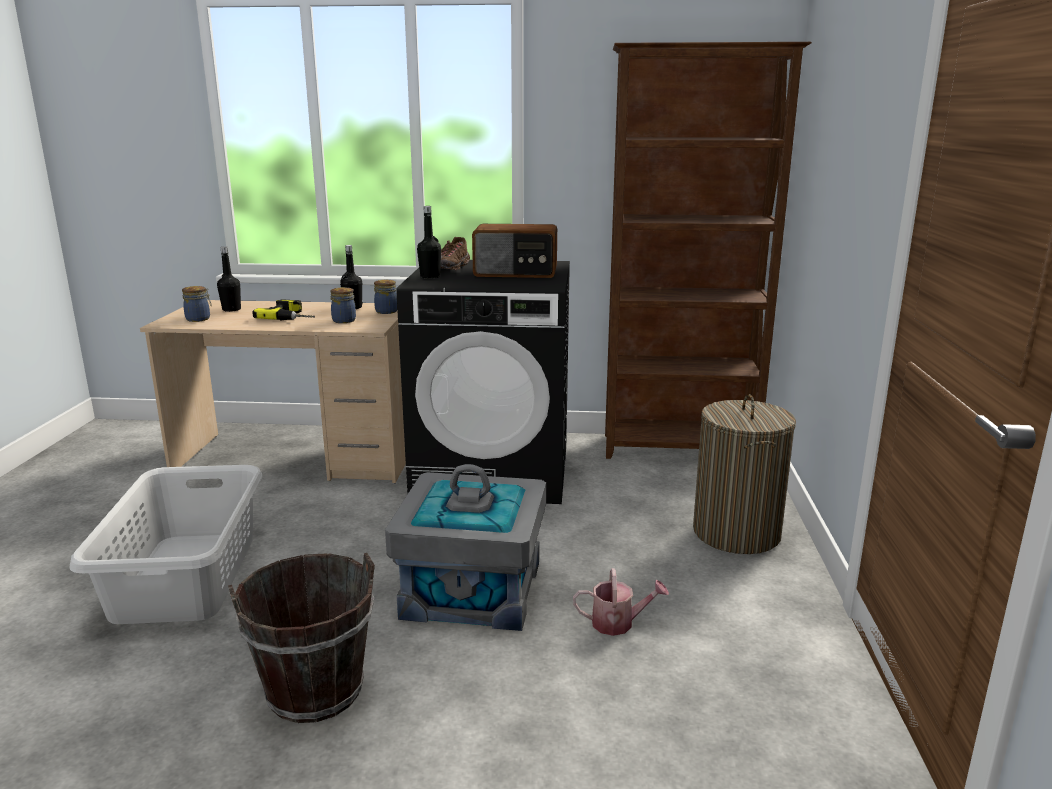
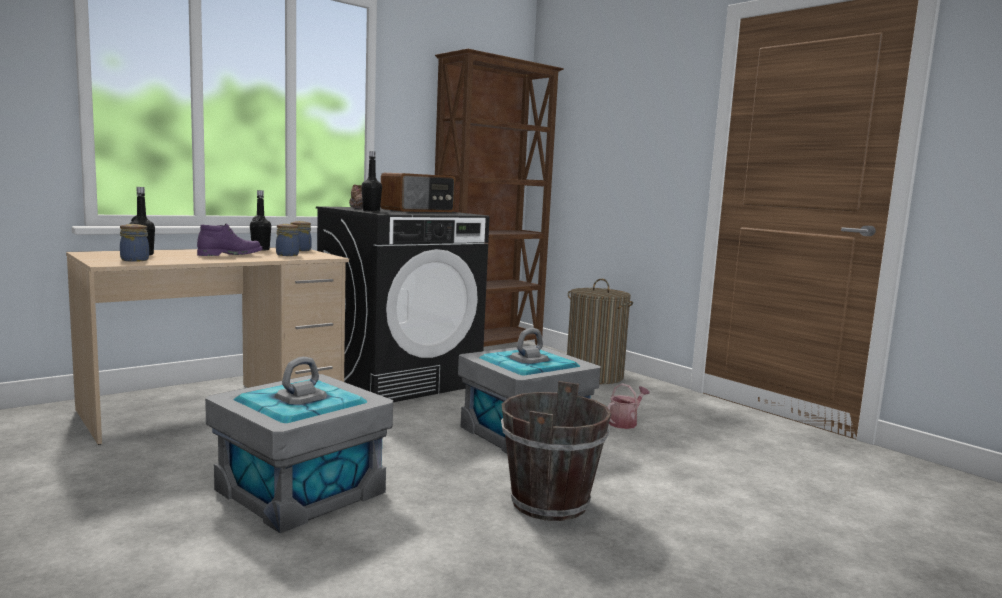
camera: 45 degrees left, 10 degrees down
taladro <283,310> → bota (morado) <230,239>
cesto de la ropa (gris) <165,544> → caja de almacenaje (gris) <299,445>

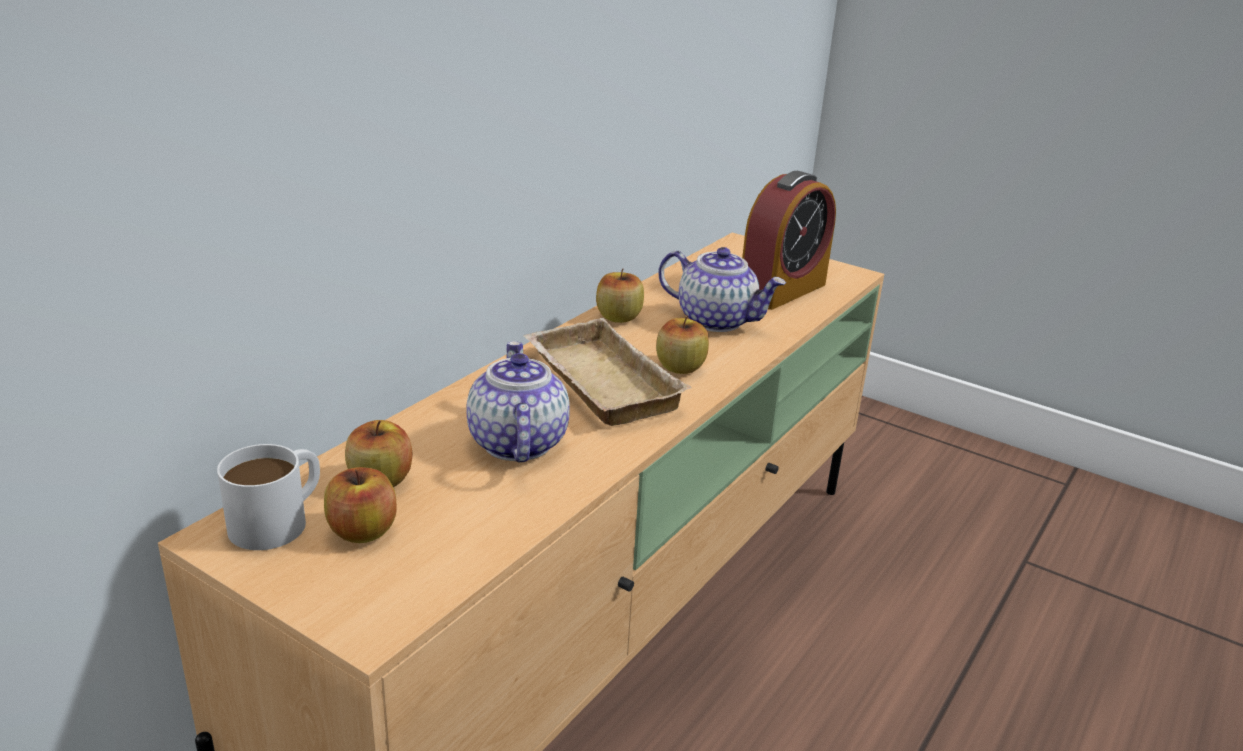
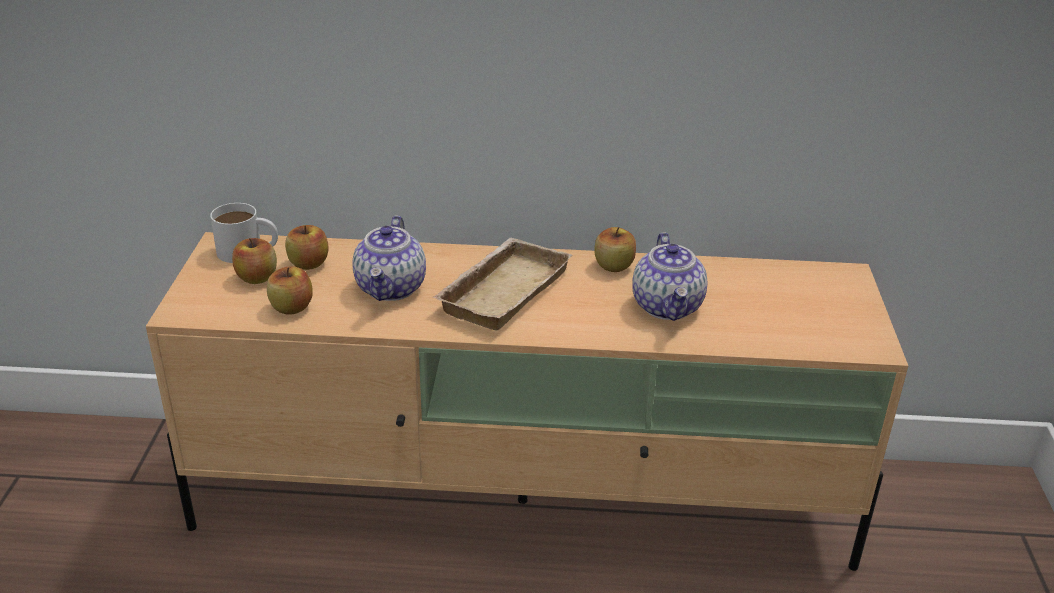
camera: 60 degrees right, 5 degrees up
manzana <682,345> → manzana <290,290>, moved
tetera <518,402> → tetera <389,258>, 135 degrees clockwise
despertador <789,240> → -

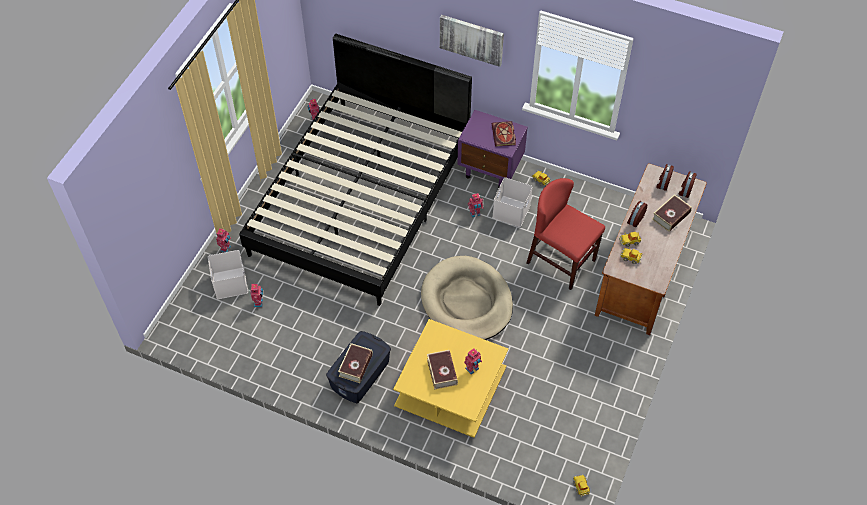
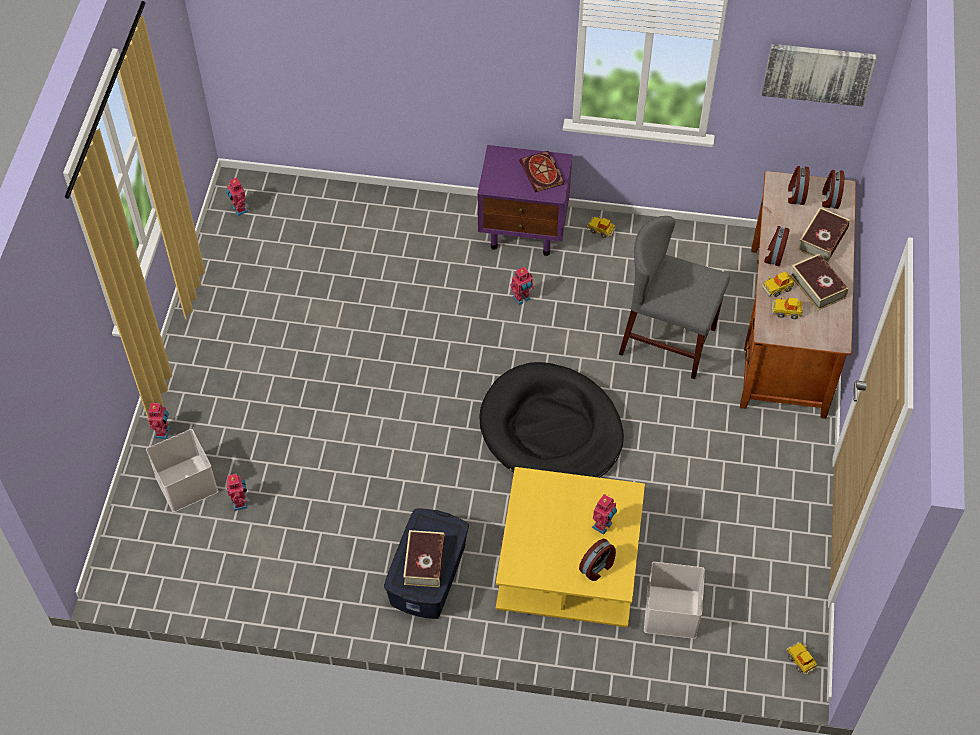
camera: 15 degrees left, 0 degrees up
cama para perro (beis) <467,298> → cama para perro (negro) <552,420>
- → despertador <597,560>
silla (rojo) <566,234> → silla (gris) <674,297>
caja de almacenaje (blanco) <512,202> → caja de almacenaje (blanco) <674,600>, moved
cuadro <472,41> → cuadro <819,75>, moved
libro <442,370> → libro <819,282>, moved
cama (negro) <355,170> → -

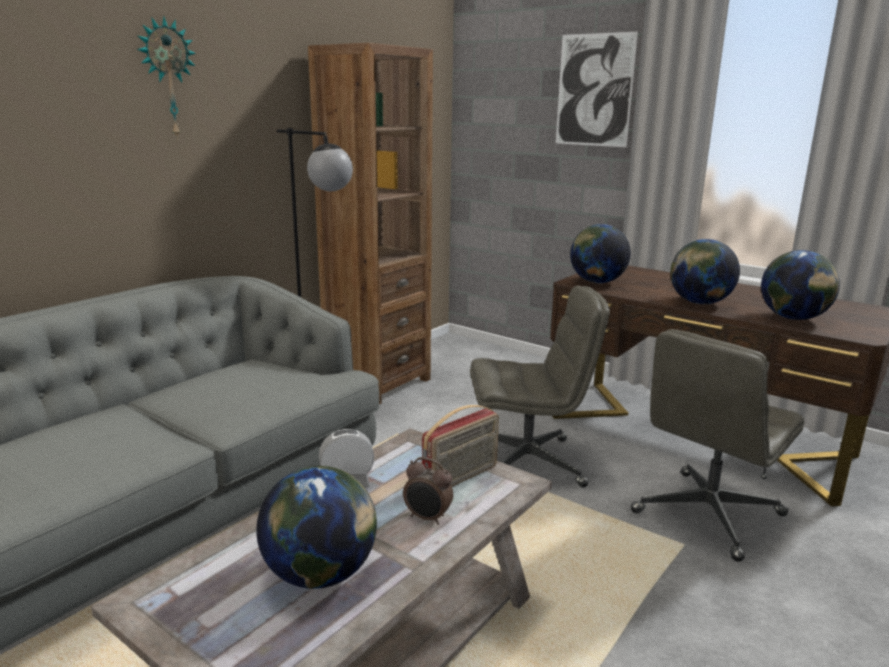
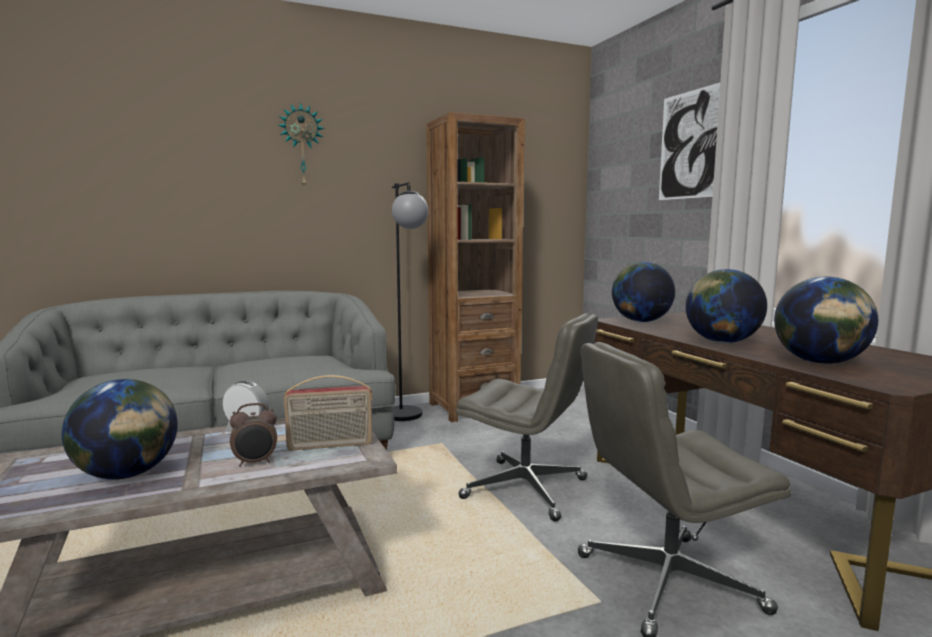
camera: 30 degrees right, 10 degrees down
despertador <428,491> → despertador <253,435>, 75 degrees counterclockwise

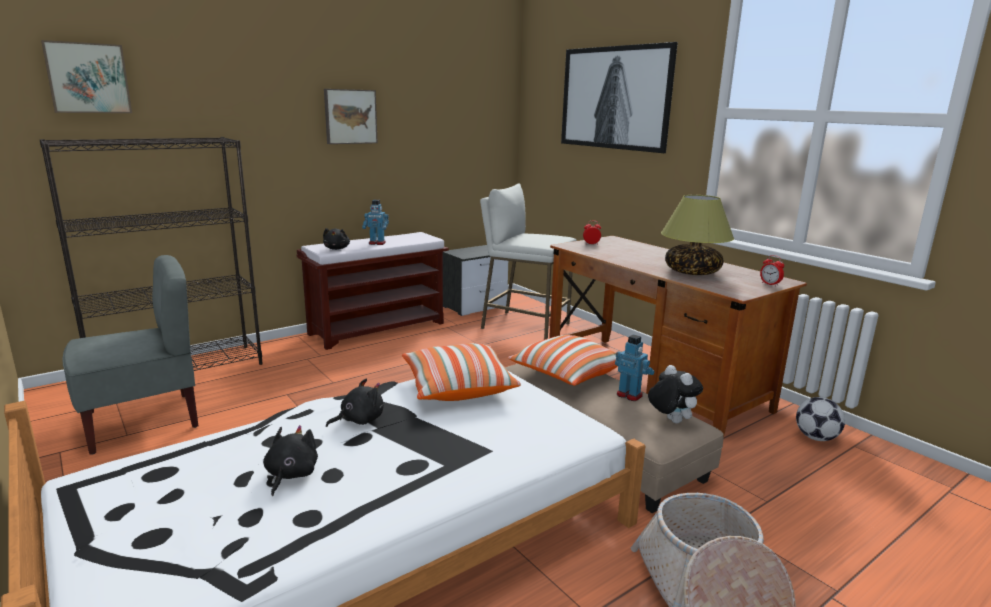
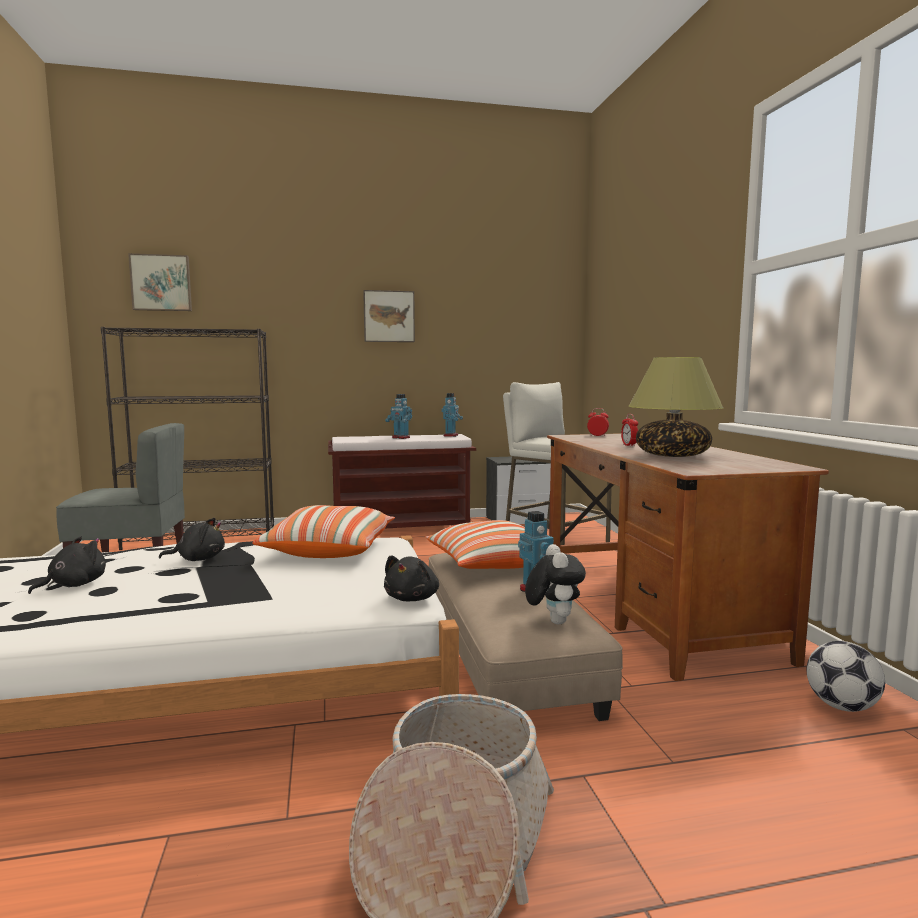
camera: 25 degrees right, 10 degrees down
peluche (negro) <336,239> → peluche (negro) <411,578>, moved
- → robot de juguete <452,415>
despertador <772,271> → despertador <629,430>, moved
cuadro <619,97> → -

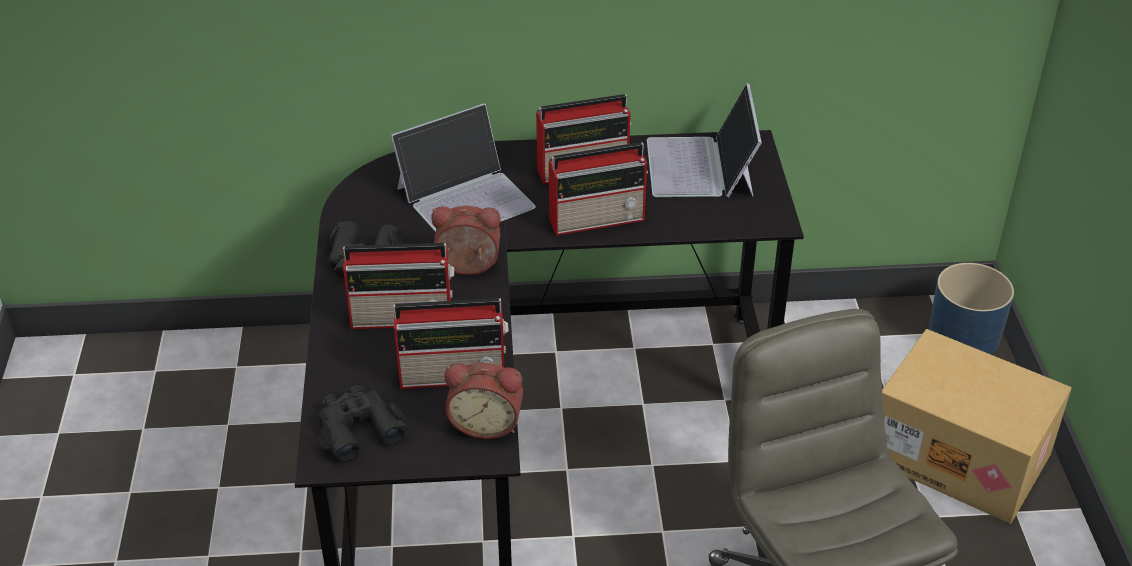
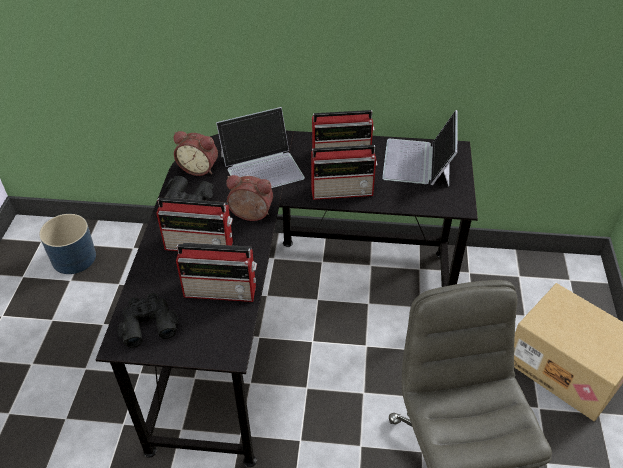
camera: 10 degrees right, 5 degrees up
maceta (azul) <971,309> → maceta (azul) <67,244>, moved
despertador <483,401> → despertador <196,153>, moved

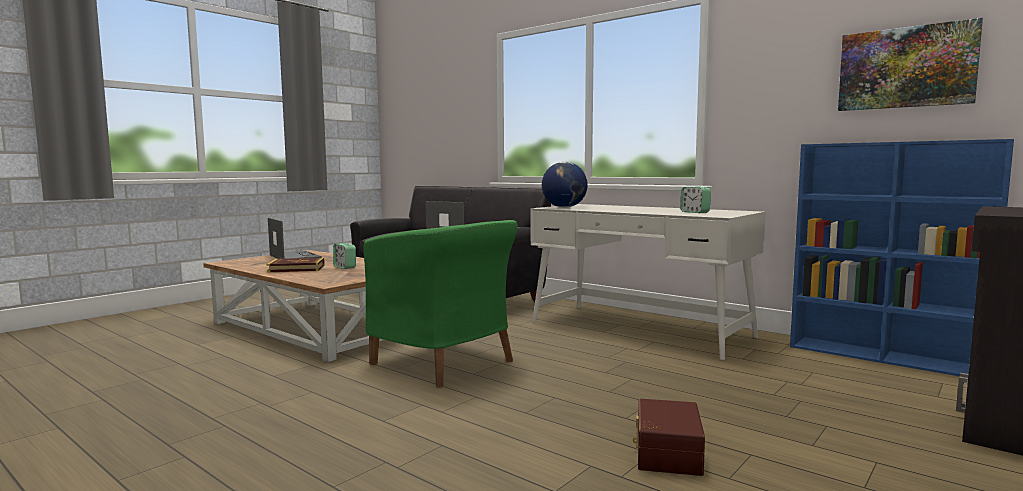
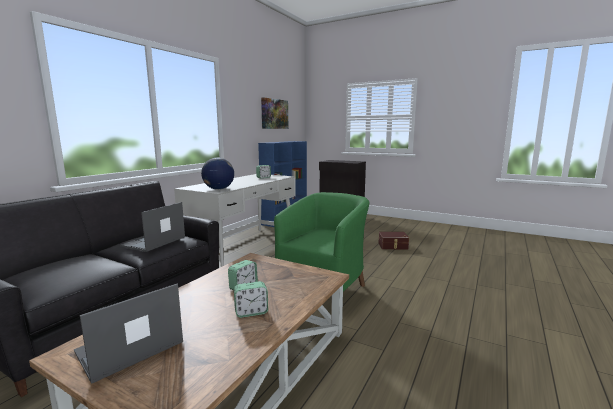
camera: 100 degrees left, 5 degrees up
libro <296,265> → despertador <251,299>

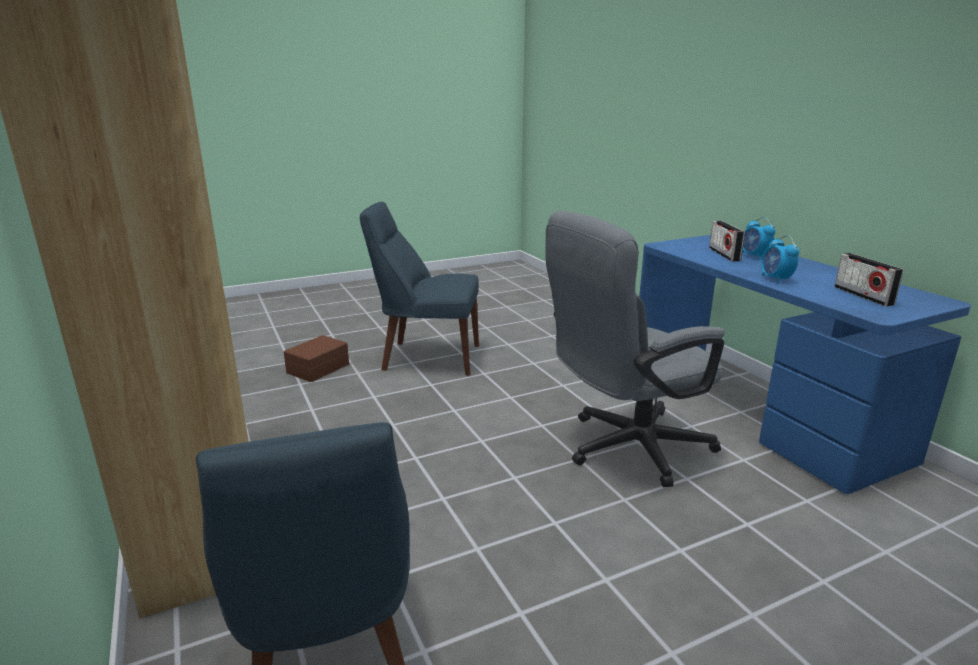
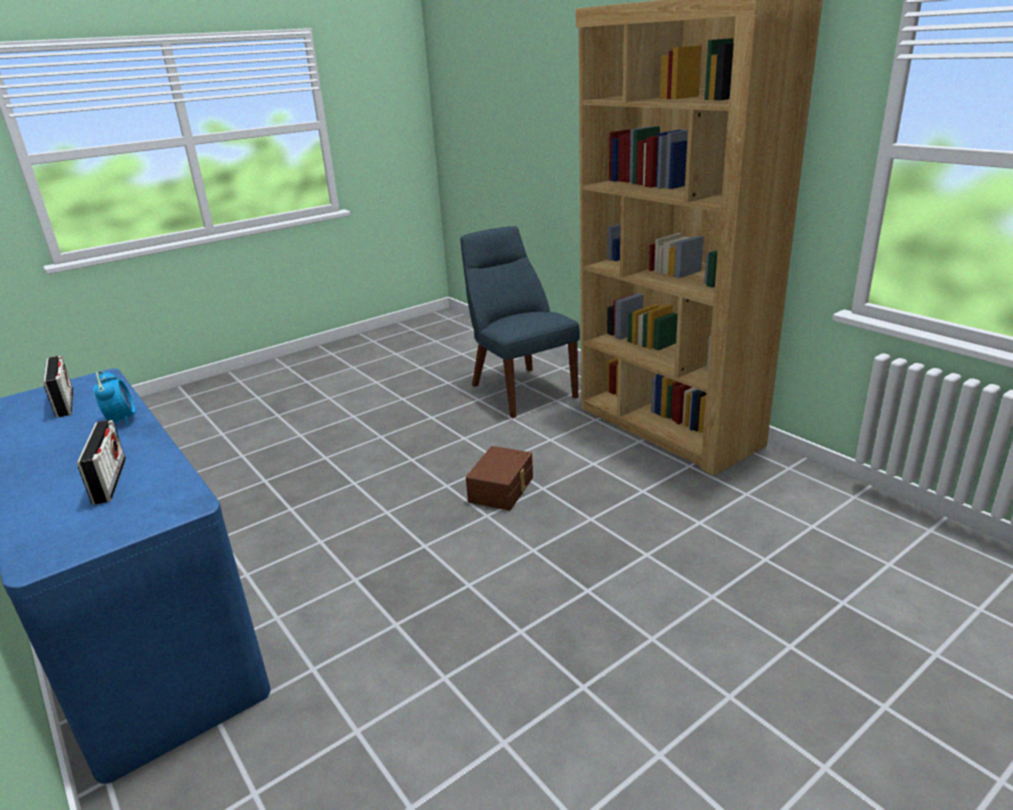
camera: 170 degrees right, 5 degrees up
caja de almacenaje (marrón) <316,358> → caja de almacenaje (marrón) <499,478>, moved
silla (azul) <419,288> → -
silla de oficina (gris) <635,349> → -
despertador <759,238> → -

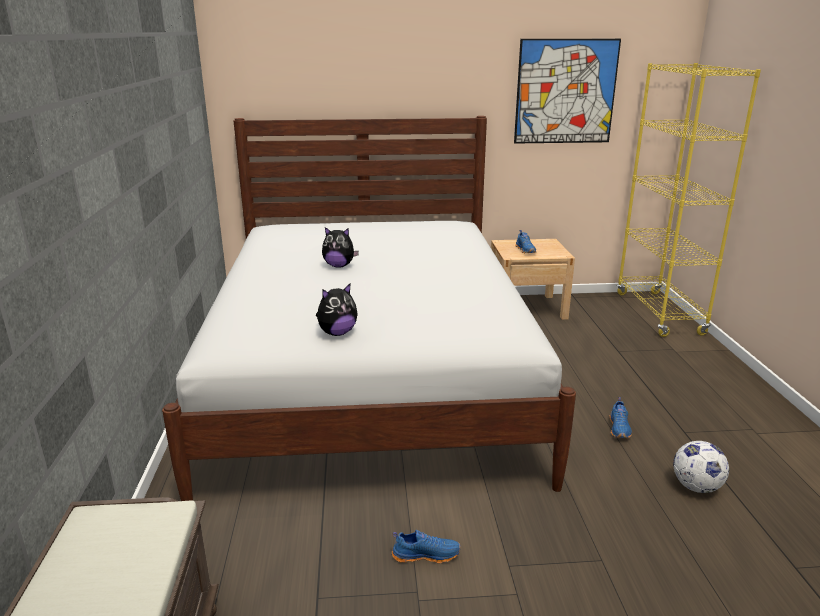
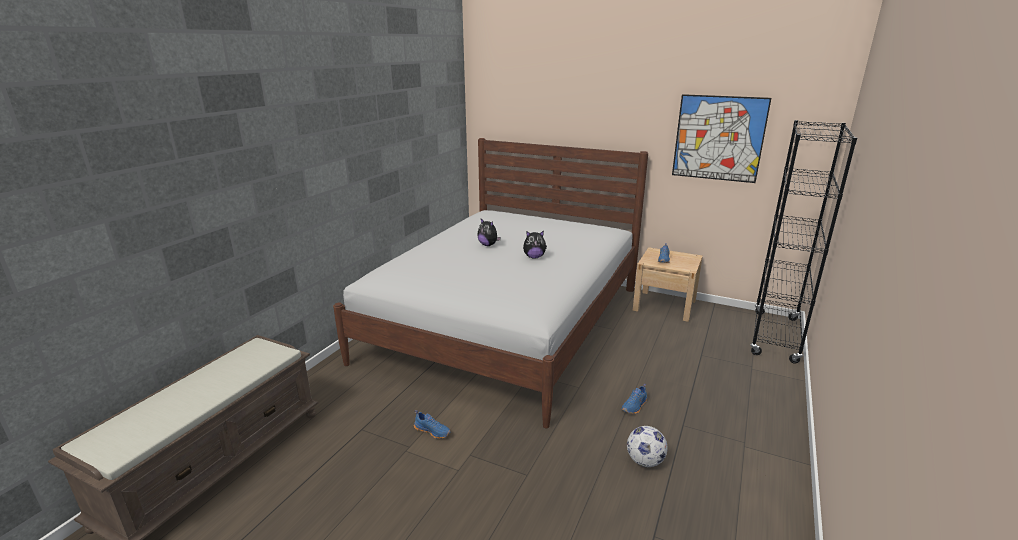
camera: 30 degrees right, 0 degrees up
peluche <337,309> → peluche <535,245>, moved
estantería (amarillo) <689,200> → estantería (negro) <803,241>

